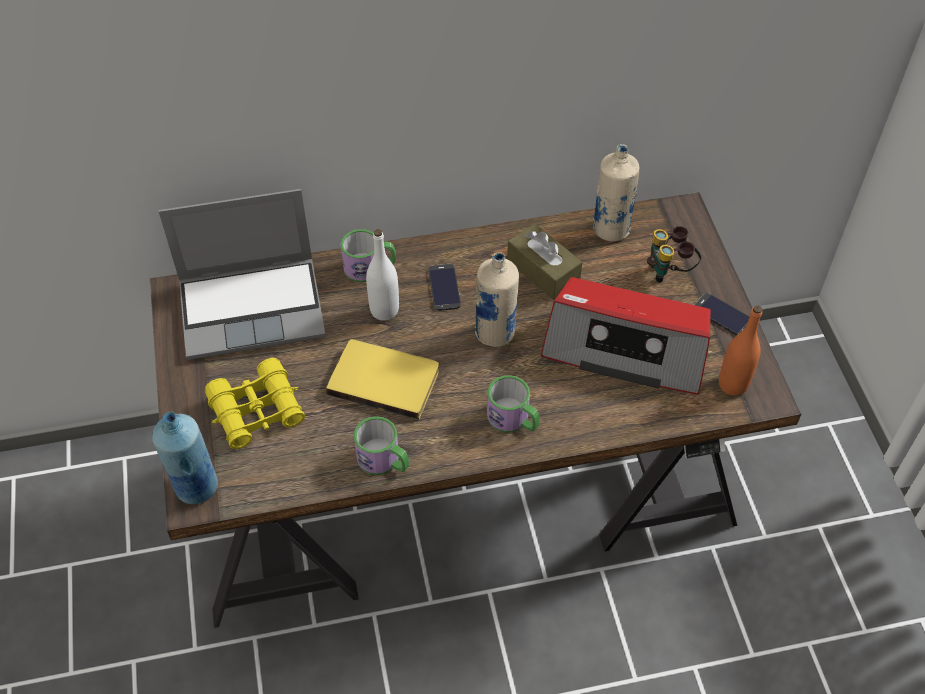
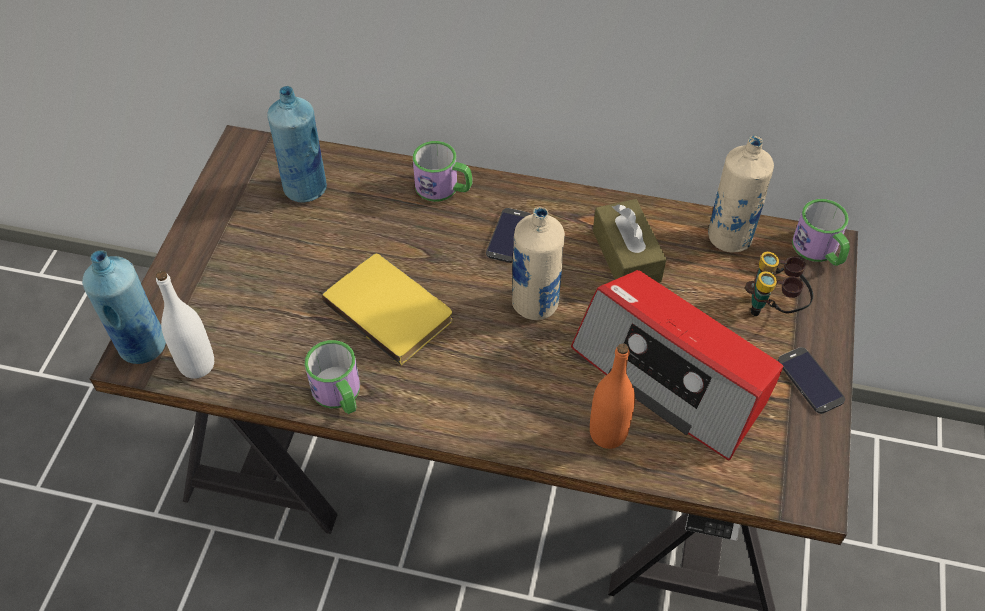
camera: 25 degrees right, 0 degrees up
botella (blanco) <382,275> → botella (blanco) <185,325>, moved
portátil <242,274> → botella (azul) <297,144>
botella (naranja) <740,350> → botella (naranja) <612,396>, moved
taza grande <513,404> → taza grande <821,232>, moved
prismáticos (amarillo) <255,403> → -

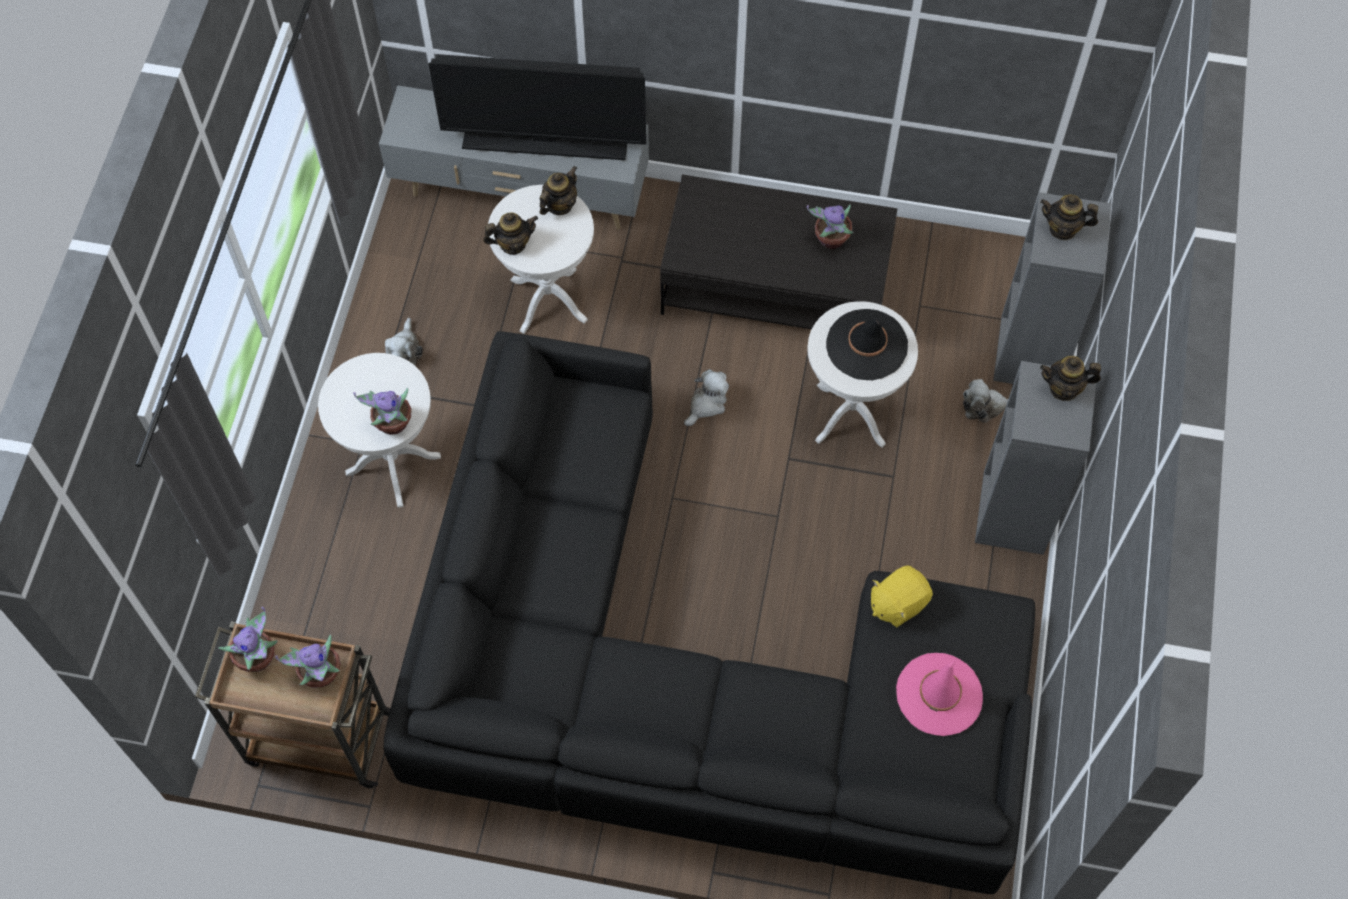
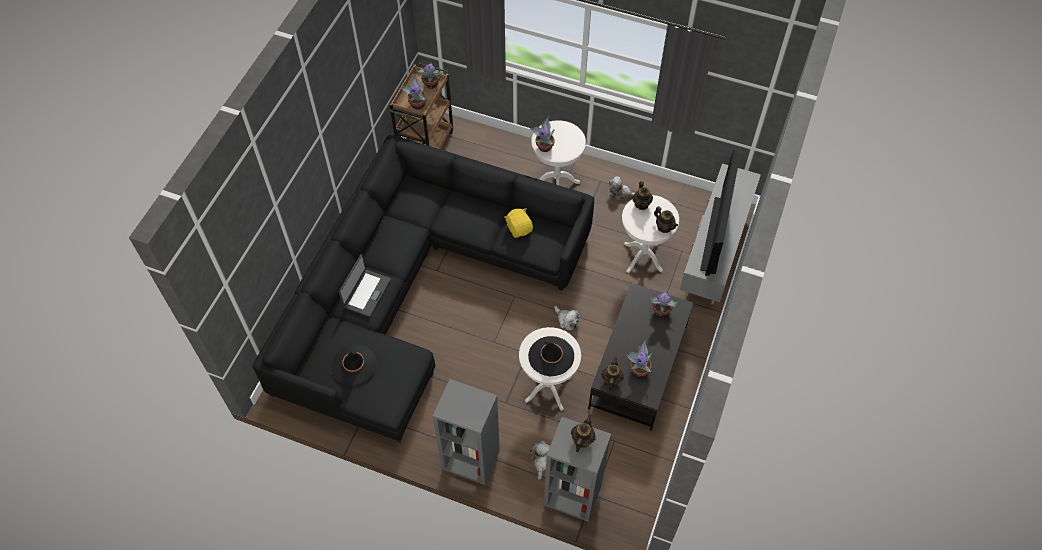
camera: 100 degrees right, 5 degrees down
sombrero (rosa) <939,694> → sombrero (negro) <354,364>
- → portátil <365,285>
peluche (amarillo) <902,596> → peluche (amarillo) <519,223>, moved
tetera <1070,378> → tetera <612,374>, moved
- → planta en maceta <663,302>

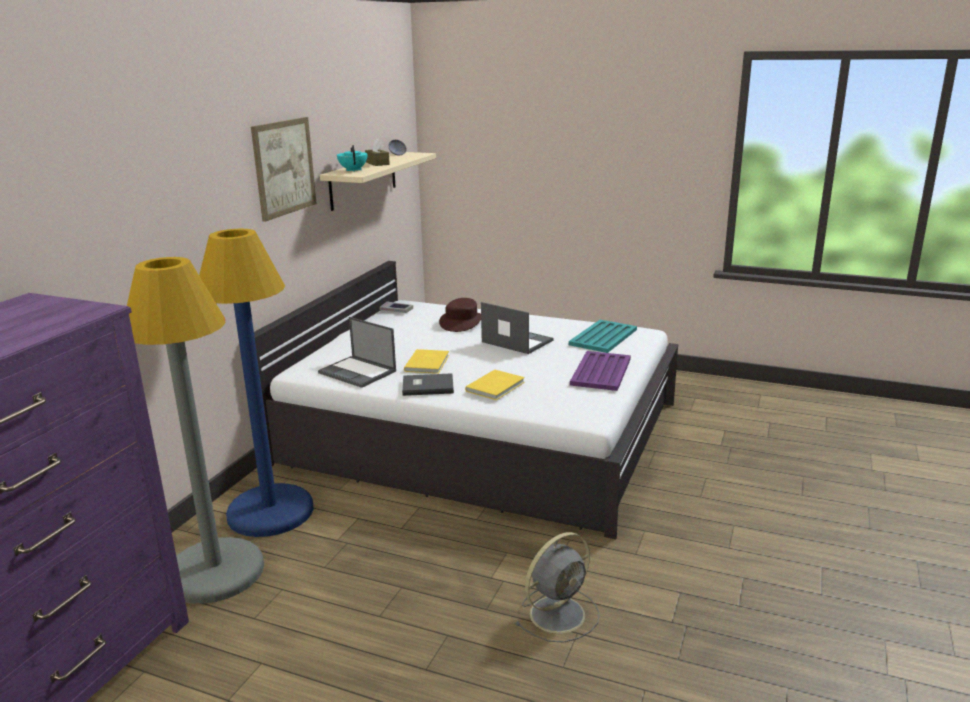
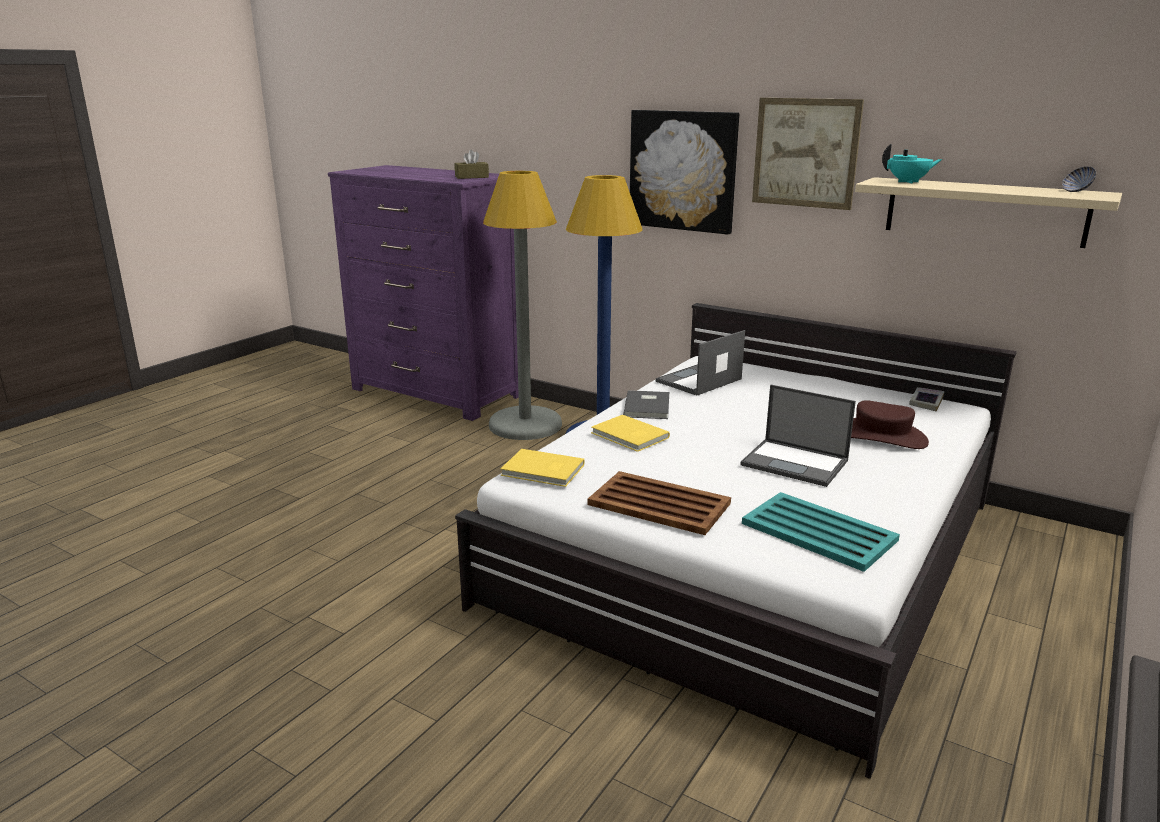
camera: 100 degrees right, 0 degrees up
caja de pañuelos (marrón) <377,152> → caja de pañuelos (marrón) <471,164>, moved
libro (amarillo) <426,361> → libro (amarillo) <542,468>, moved
bandeja (morado) <600,371> → bandeja (marrón) <659,503>
- → cuadro <684,172>
portátil <517,328> → portátil <798,436>, 75 degrees clockwise
ventilador (gris) <557,587> → -

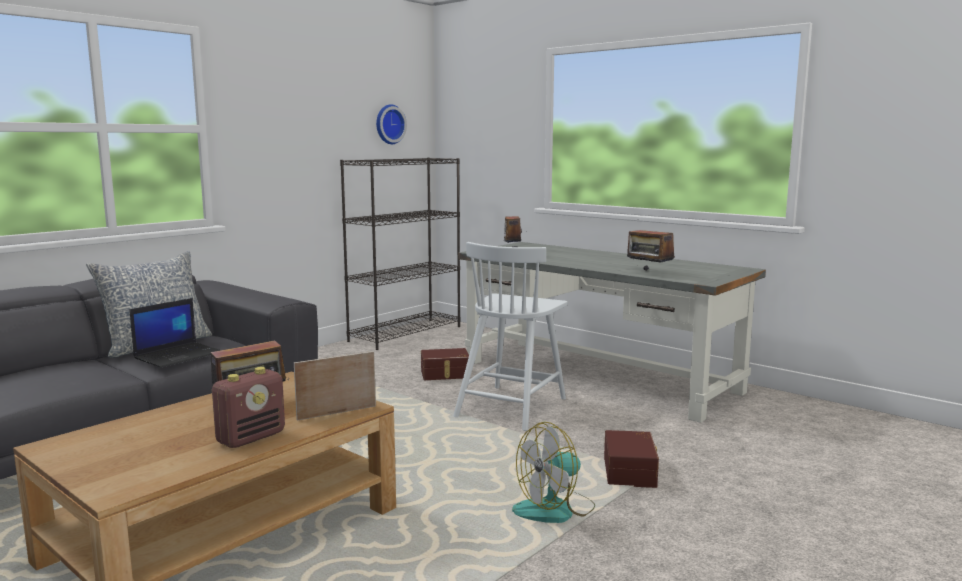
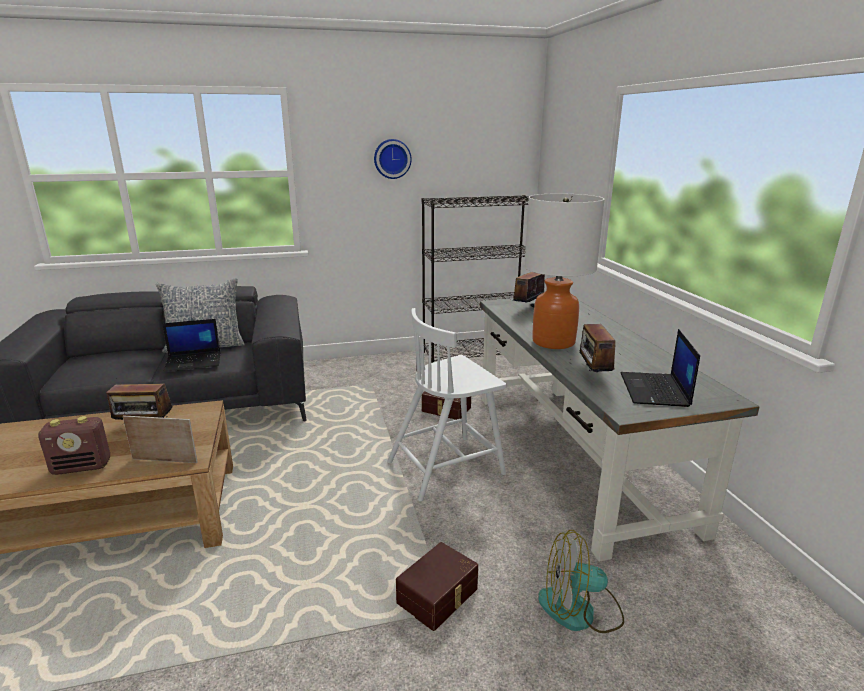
camera: 35 degrees right, 10 degrees up
reloj de pared <391,124> → reloj de pared <393,159>, moved
- → lámpara de mesa <564,271>
ventilador <553,472> → ventilador <581,581>, moved
- → portátil <660,368>

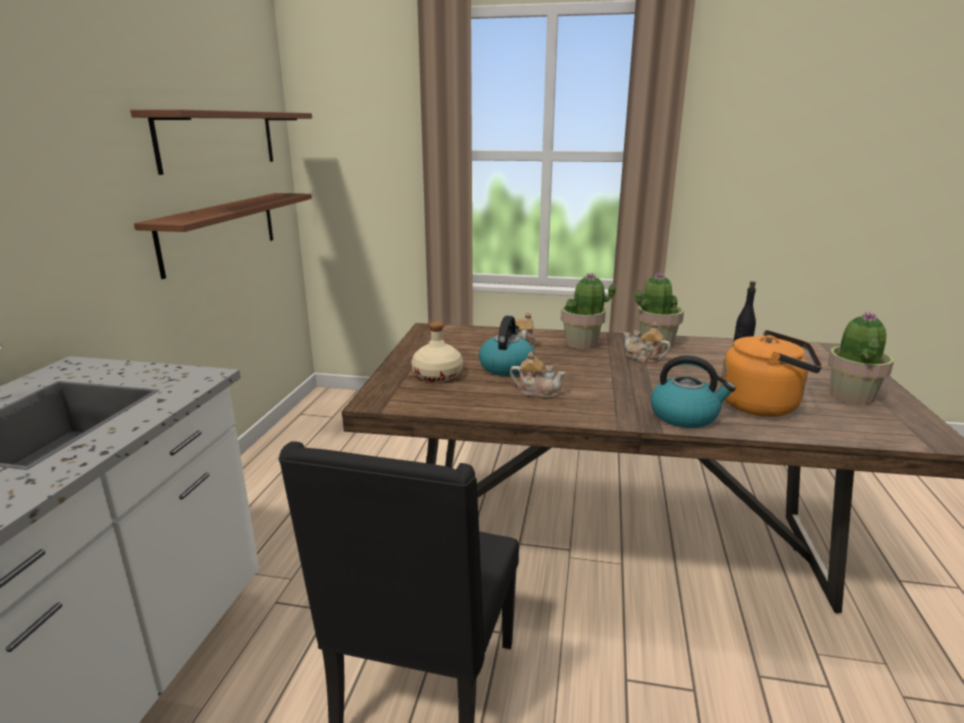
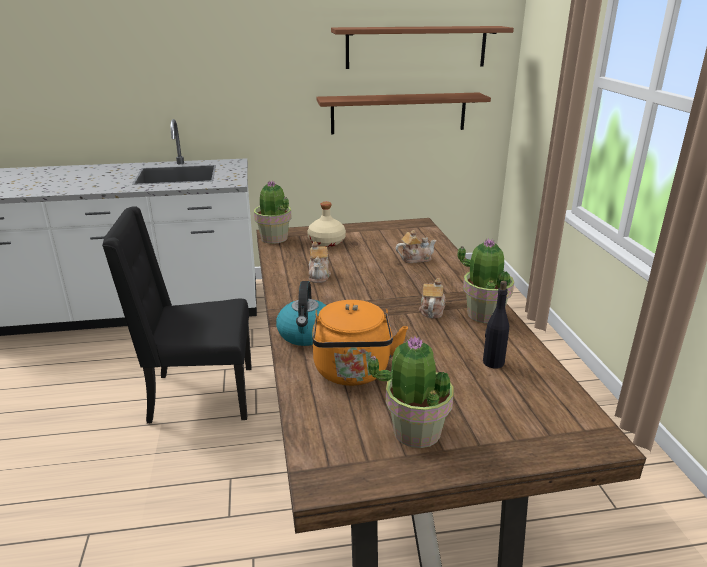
camera: 70 degrees right, 5 degrees up
planta en maceta <588,311> → planta en maceta <273,212>, moved
hervidor <507,346> → -

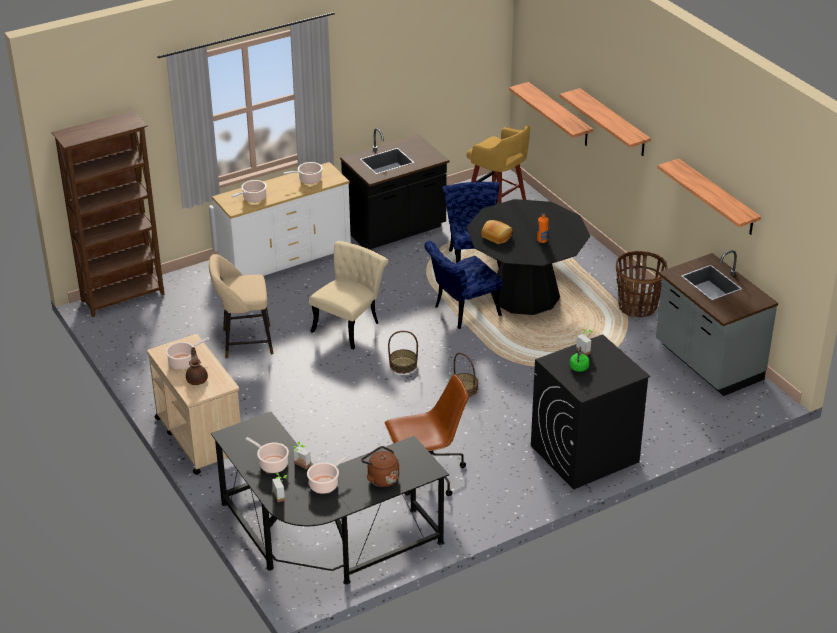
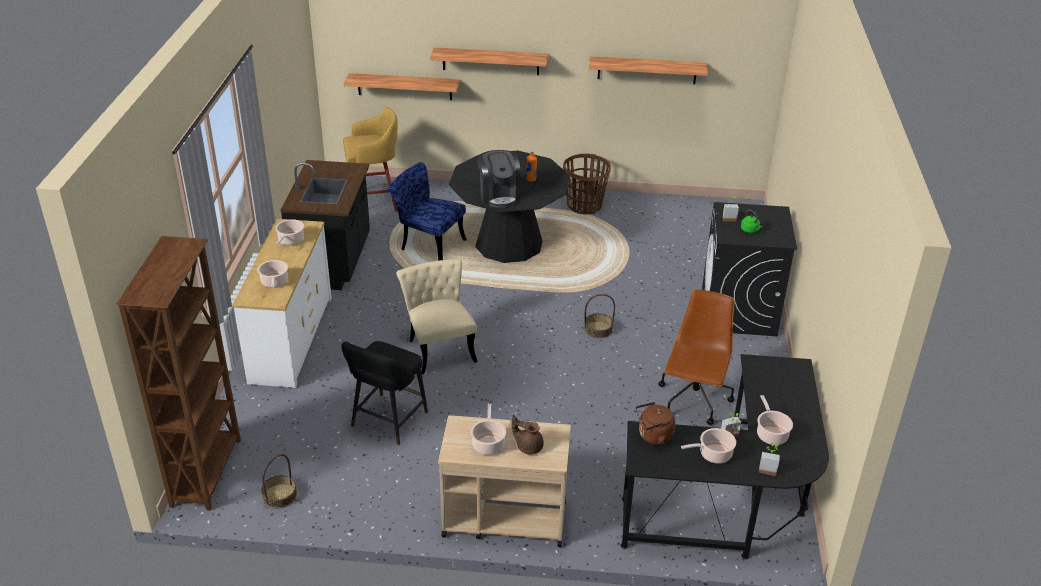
camera: 55 degrees left, 0 degrees up
cesta <403,352> → cesta <279,481>, moved
taburete (beis) <241,306> → taburete (negro) <384,393>
pan <497,232> → cafetera <498,179>
hervidor (marrón) <380,466> → hervidor (marrón) <655,423>, moved
silla (azul) <463,285> → -
mueble bajo de cocina (gris) <717,323> → -

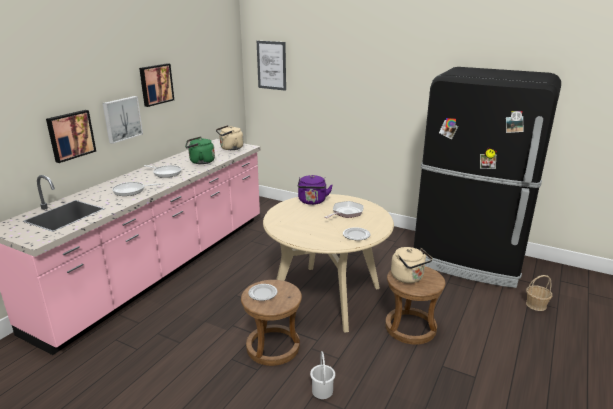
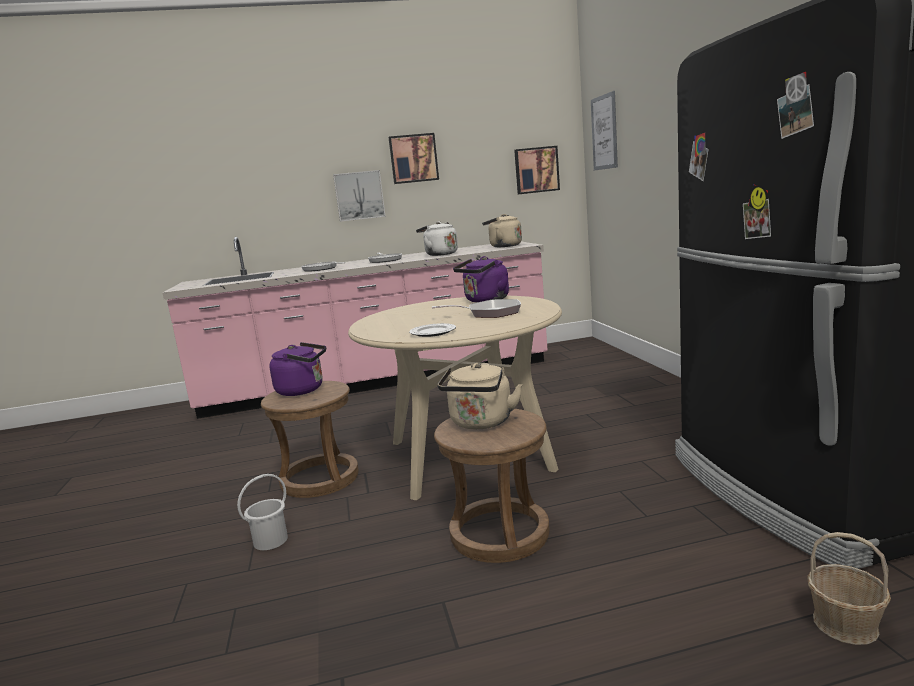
camera: 50 degrees right, 10 degrees down
plato <262,292> → hervidor (morado) <297,369>
hervidor (verde) <200,150> → hervidor (blanco) <437,238>
cuadro <71,136> → cuadro <537,170>, moved

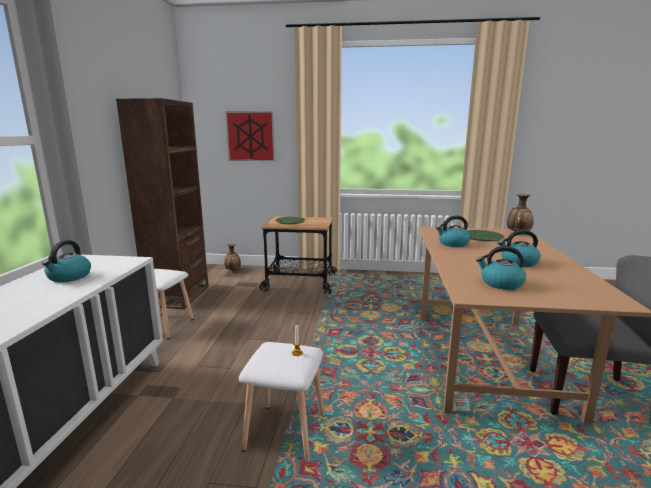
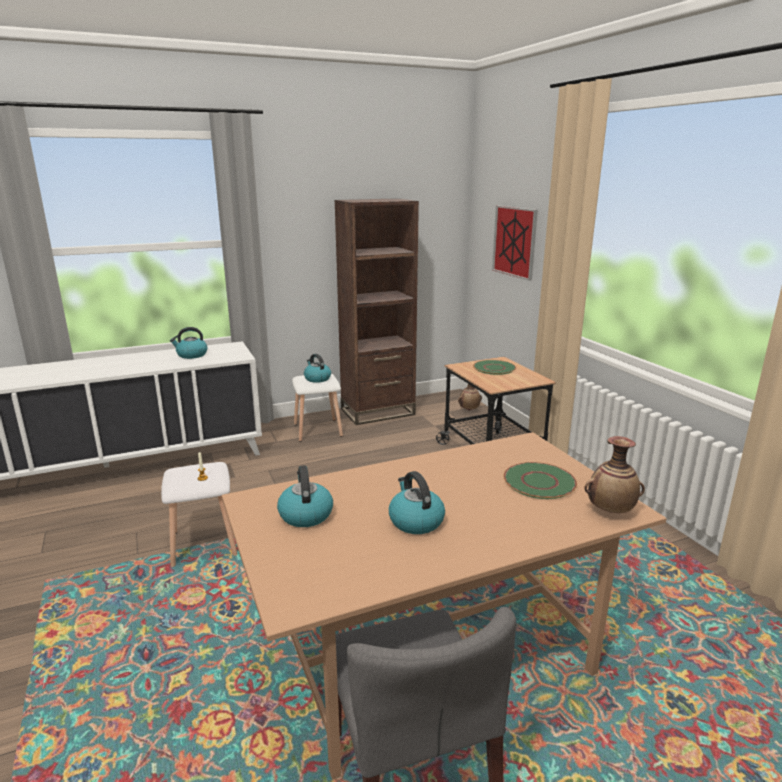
camera: 60 degrees right, 5 degrees up
hervidor <453,231> → hervidor <317,368>, moved

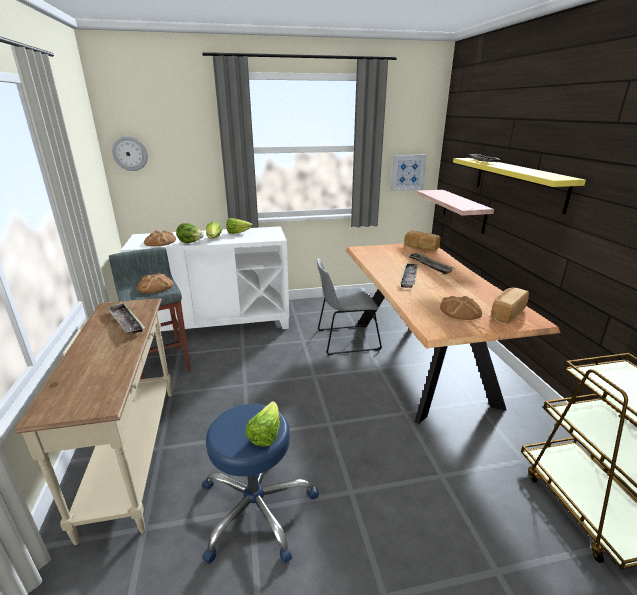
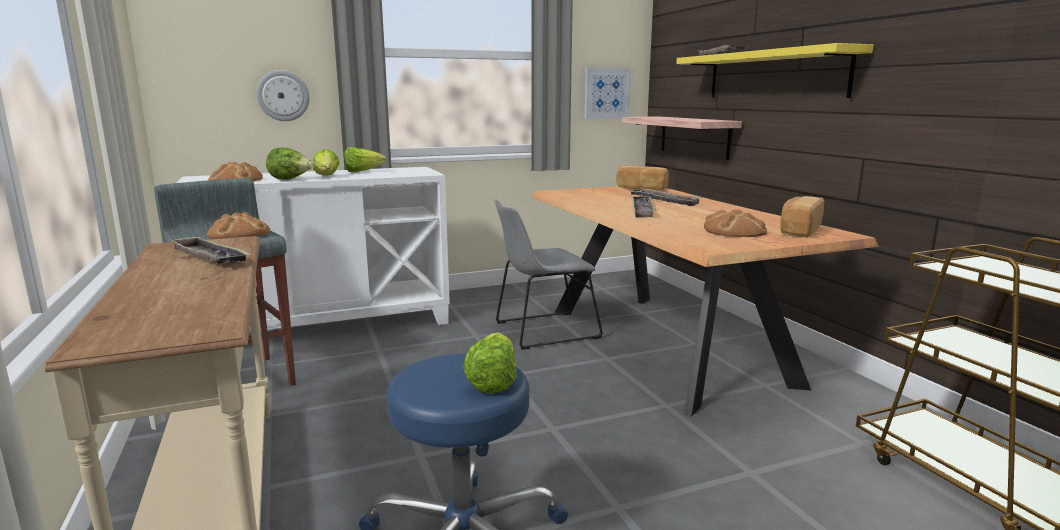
camera: 10 degrees left, 10 degrees down
reloj de pared <130,153> → reloj de pared <283,95>, moved

